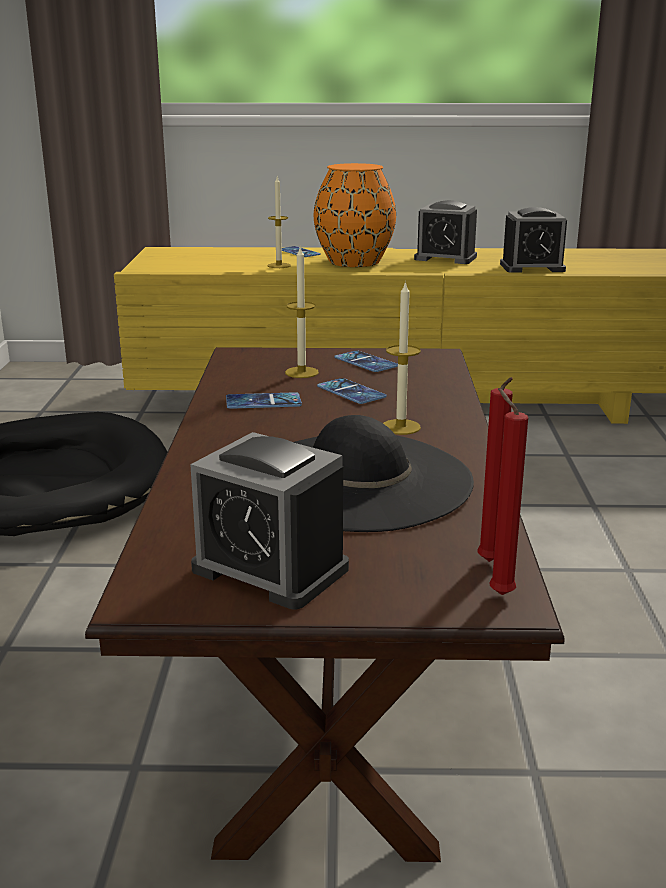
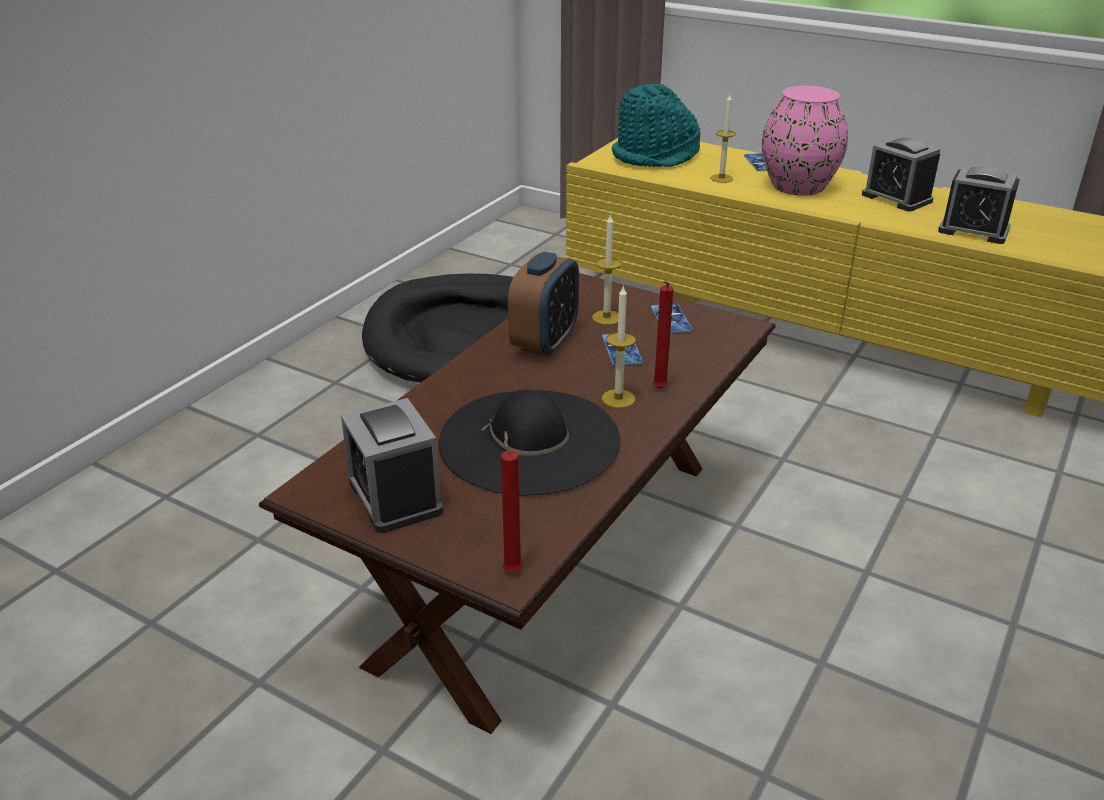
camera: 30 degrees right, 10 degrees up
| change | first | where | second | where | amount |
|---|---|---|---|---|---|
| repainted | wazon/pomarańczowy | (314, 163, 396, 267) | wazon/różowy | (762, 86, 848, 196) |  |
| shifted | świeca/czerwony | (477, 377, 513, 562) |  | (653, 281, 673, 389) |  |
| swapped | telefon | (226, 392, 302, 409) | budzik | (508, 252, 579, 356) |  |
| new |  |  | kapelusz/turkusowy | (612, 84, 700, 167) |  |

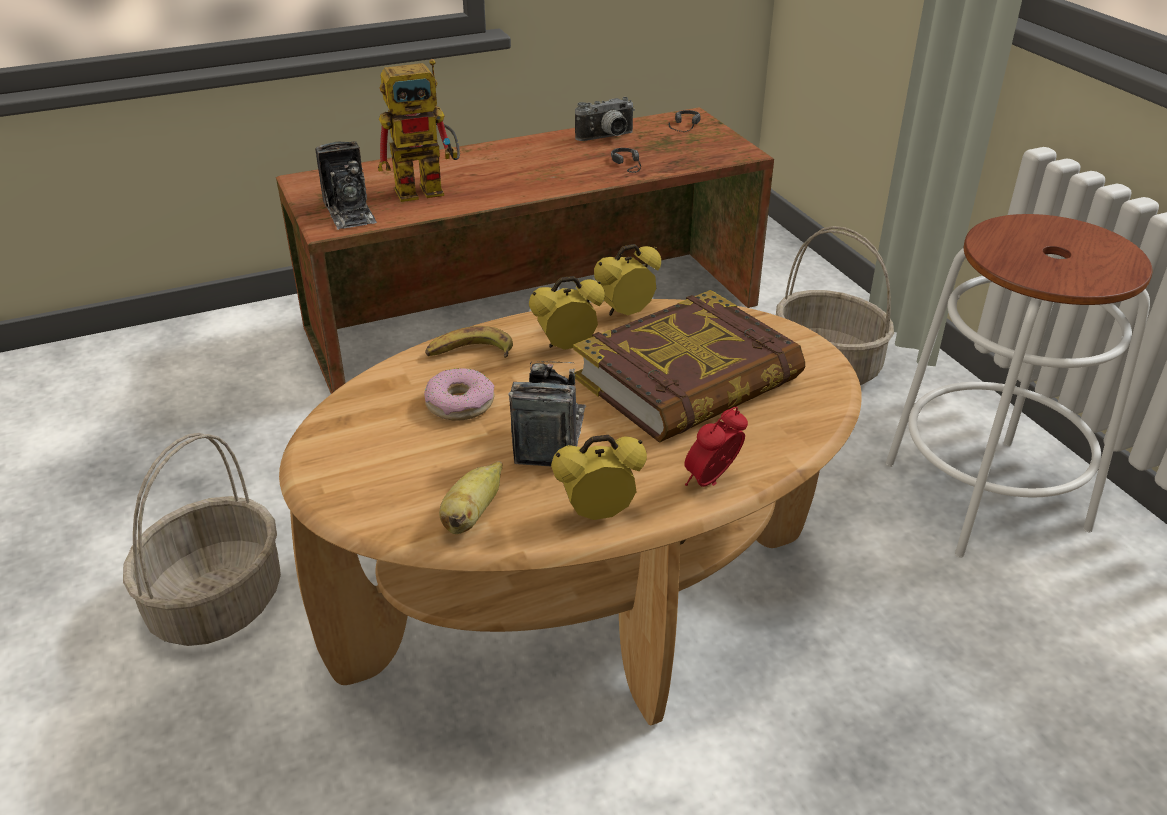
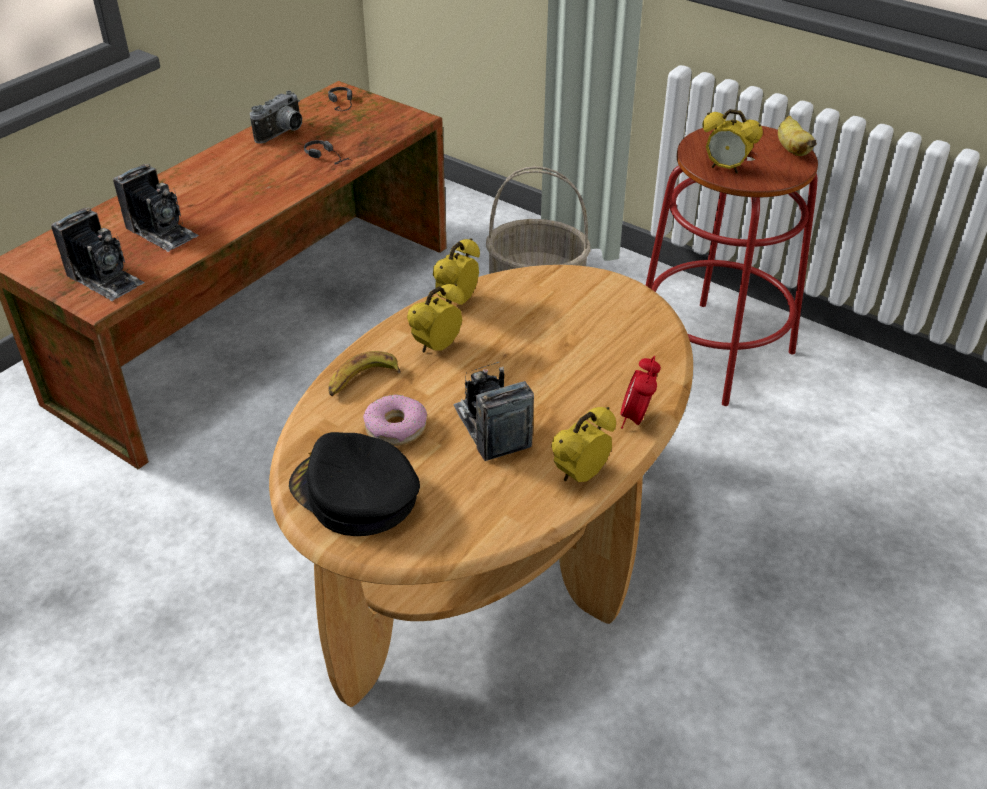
camera: 30 degrees left, 5 degrees up
| change | first | where | second | where | amount |
|---|---|---|---|---|---|
| swapped | robot zabawkowy | (378, 59, 460, 202) | aparat fotograficzny | (113, 164, 199, 252) |  |
| repainted | stołek/biały | (886, 214, 1152, 558) | stołek/czerwony | (646, 126, 818, 406) |  |
| gone | książka | (573, 290, 805, 443) |  |  |  |
| gone | koszyk | (123, 433, 281, 646) |  |  |  |
| shifted | banan | (439, 461, 503, 534) |  | (778, 116, 817, 156) |  |
| new |  |  | budzik | (702, 109, 763, 174) |  |
| new |  |  | czapka z daszkiem/czarny | (289, 432, 420, 536) |  |

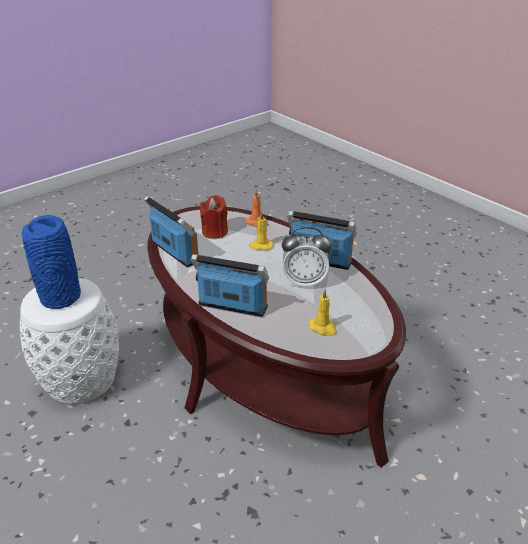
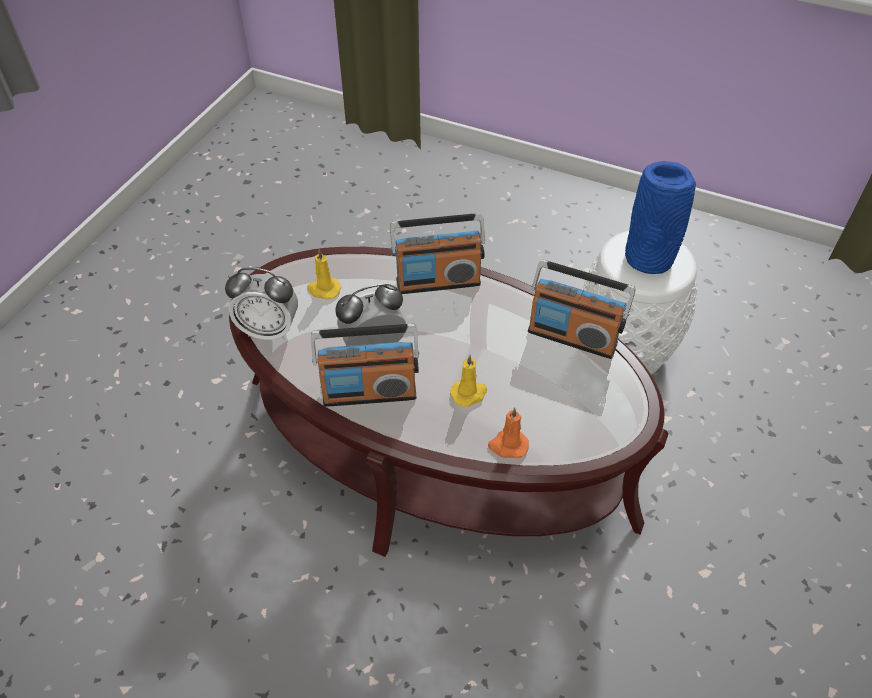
camera: 155 degrees right, 15 degrees up
| change | first | where | second | where | amount |
|---|---|---|---|---|---|
| gone | świeca/czerwony | (200, 195, 228, 239) |  |  |  |
| new |  |  | budzik | (225, 268, 298, 340) |  |

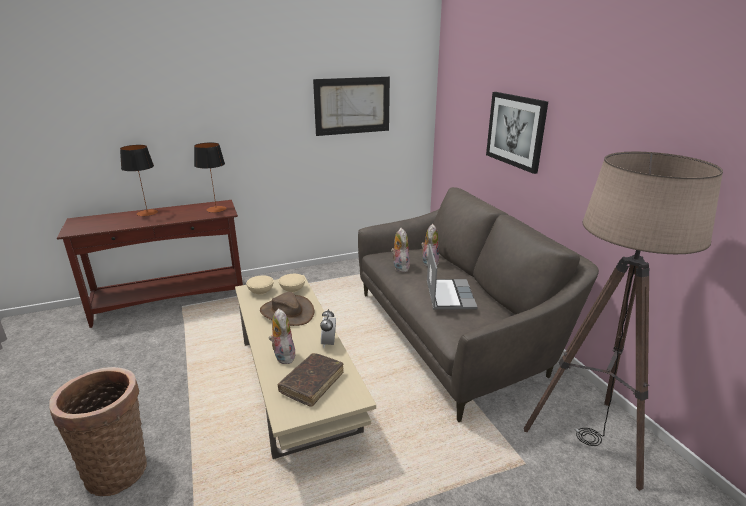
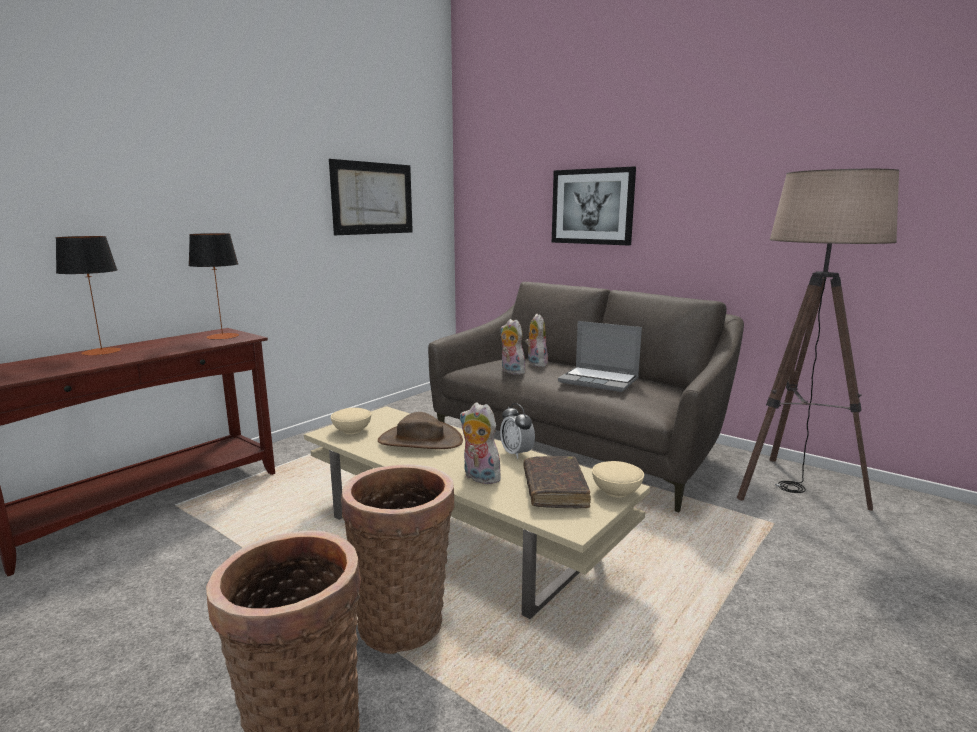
camera: 30 degrees left, 10 degrees down
| change | first | where | second | where | amount |
|---|---|---|---|---|---|
| rotated | laptop | (427, 244, 477, 310) |  | (558, 321, 642, 392) | 150 degrees clockwise |
| shifted | miska/beżowy | (279, 274, 305, 293) |  | (592, 461, 644, 498) |  |
| new |  |  | koszyk | (341, 464, 454, 654) |  |

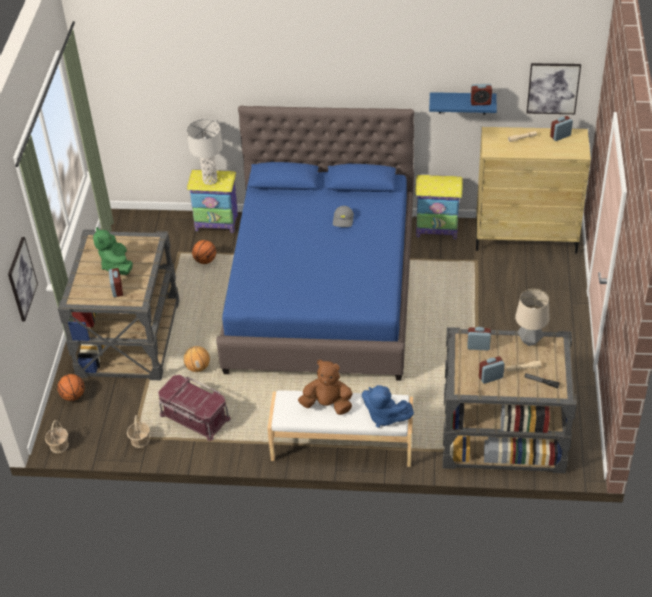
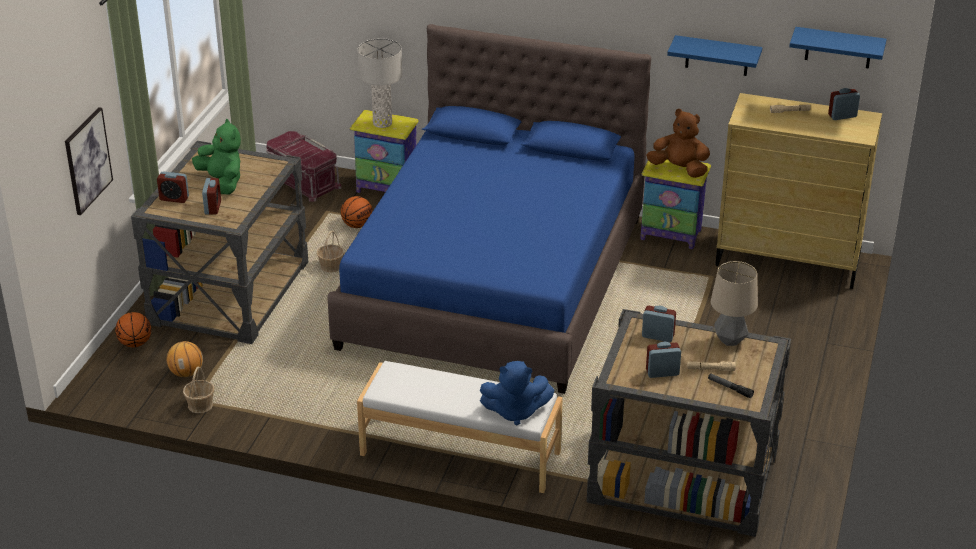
camera: 10 degrees right, 10 degrees down
| change | first | where | second | where | amount |
|---|---|---|---|---|---|
| swapped | obraz | (527, 63, 581, 114) | półka/niebieski | (789, 27, 887, 69) |  |
| shifted | budzik | (471, 84, 492, 105) |  | (157, 172, 189, 203) |  |
| gone | czapka z daszkiem/szary | (333, 206, 354, 227) |  |  |  |
| rotated | pluszak/zielony | (93, 227, 133, 275) |  | (192, 119, 241, 195) | 150 degrees clockwise |
| shifted | piłka do koszykówki | (184, 346, 210, 372) |  | (167, 341, 203, 377) |  |
| shifted | pluszak/brązowy | (298, 360, 353, 415) |  | (646, 109, 710, 178) |  |
| shifted | pojemnik do przechowywania/czerwony | (158, 375, 231, 441) |  | (266, 131, 342, 202) |  |
| rotated | pluszak/niebieski | (362, 385, 414, 428) |  | (480, 361, 554, 425) | 45 degrees counterclockwise |
| shifted | koszyk | (45, 420, 69, 453) |  | (316, 231, 344, 273) |  |

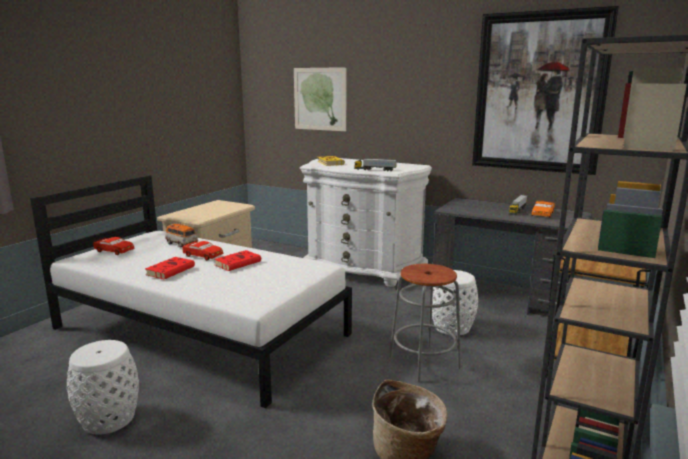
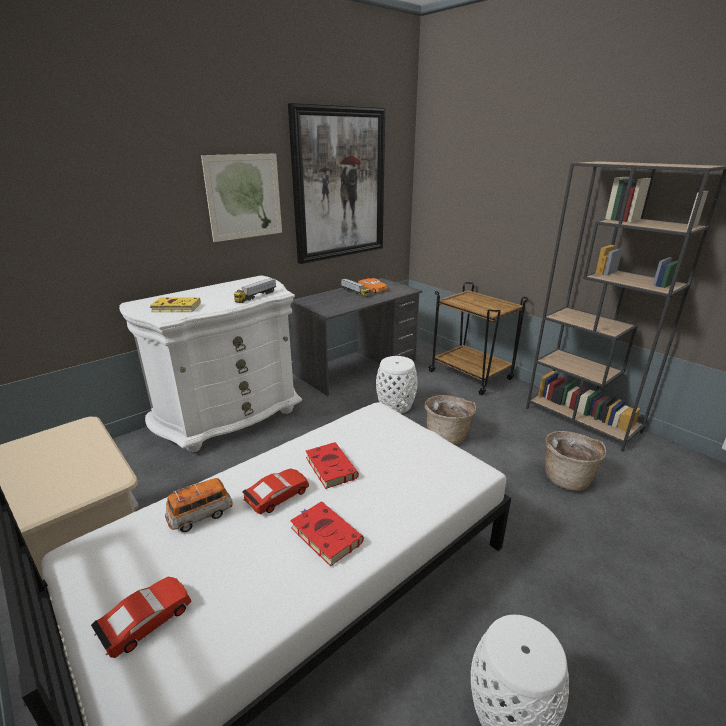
camera: 70 degrees left, 10 degrees up
| change | first | where | second | where | amount |
|---|---|---|---|---|---|
| shifted | obraz | (294, 67, 346, 131) |  | (201, 153, 282, 242) |  |
| swapped | stołek/szary | (389, 264, 461, 382) | koszyk | (425, 395, 476, 445) |  |

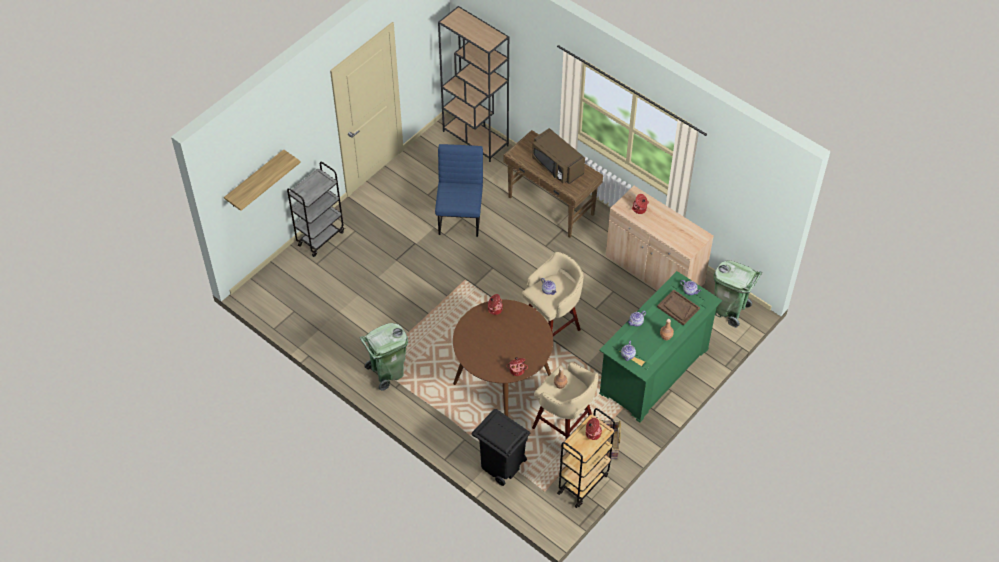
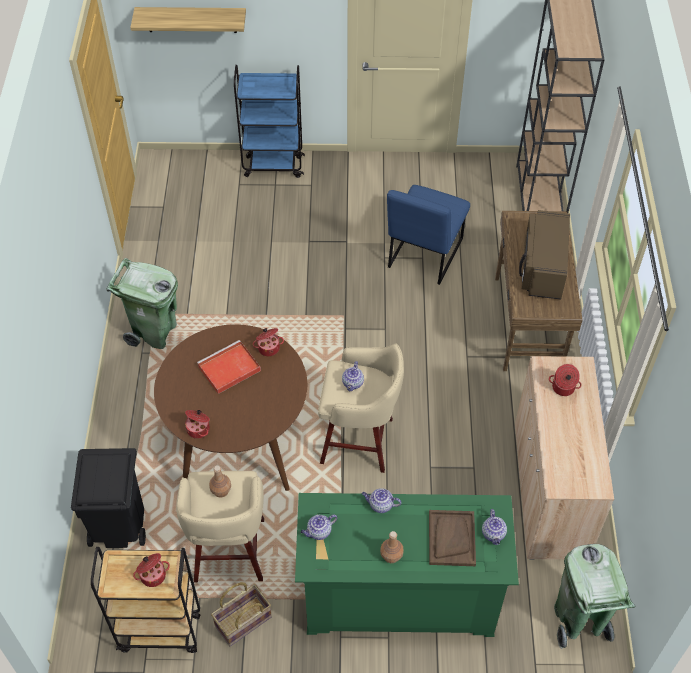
camera: 50 degrees right, 0 degrees up
| change | first | where | second | where | amount |
|---|---|---|---|---|---|
| rotated | krzesło/niebieski | (435, 144, 483, 237) |  | (387, 185, 470, 285) | 150 degrees clockwise |
| repainted | wózek/szary | (287, 162, 345, 257) | wózek/niebieski | (234, 65, 305, 178) |  |
| new |  |  | taca/czerwony | (197, 340, 261, 394) |  |

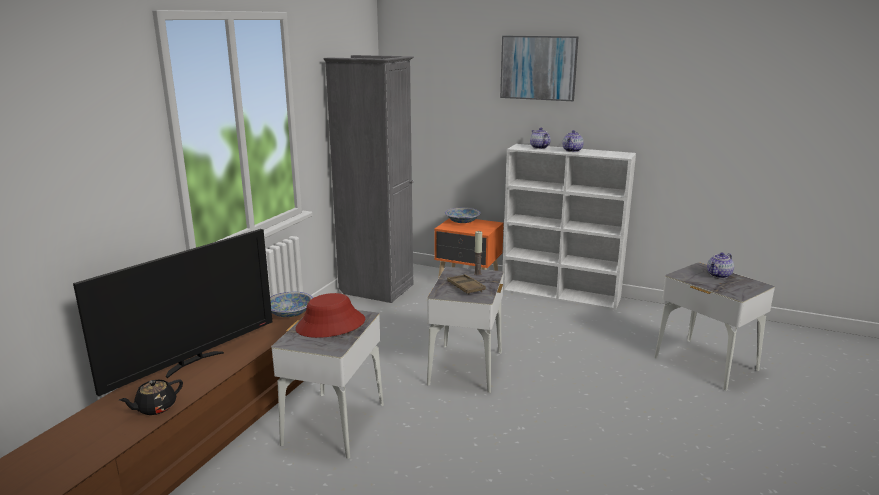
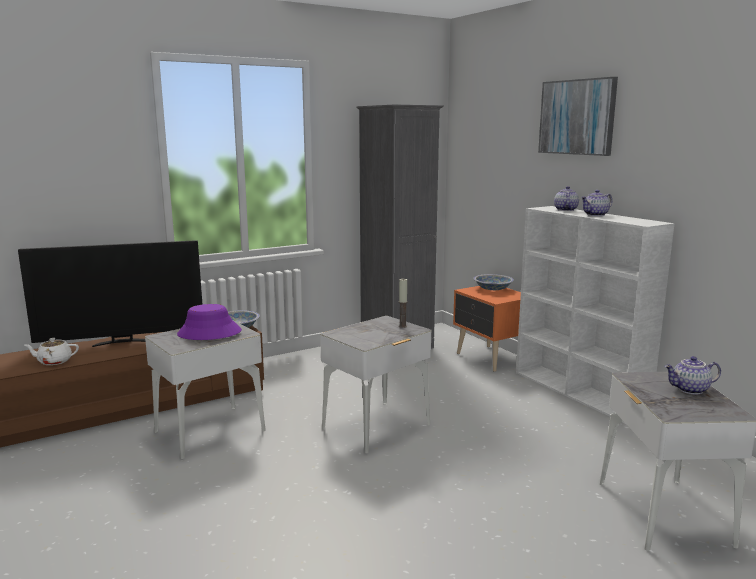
camera: 35 degrees right, 5 degrees down
| change | first | where | second | where | amount |
|---|---|---|---|---|---|
| gone | taca/brązowy | (447, 274, 486, 294) |  |  |  |
| repainted | kapelusz/czerwony | (295, 293, 365, 338) | kapelusz/fioletowy | (177, 304, 242, 340) |  |
| repainted | imbryk/czarny | (119, 380, 183, 415) | imbryk/biały | (24, 338, 79, 365) |  |

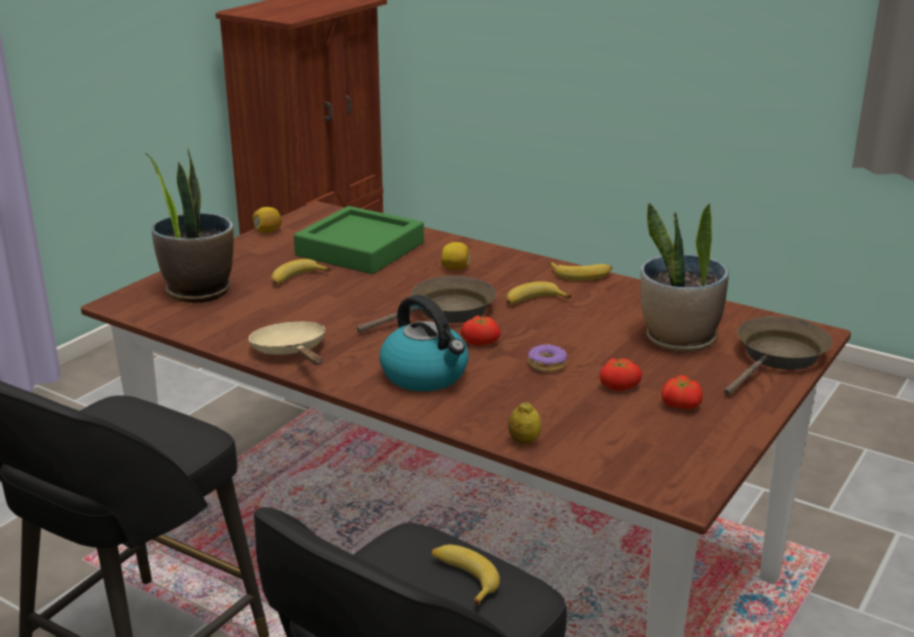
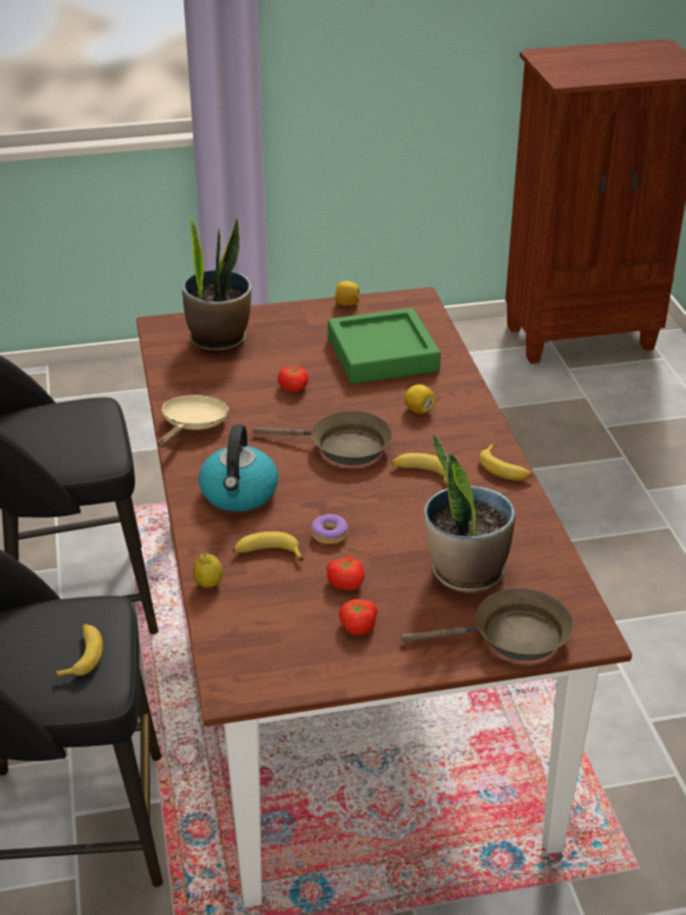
camera: 45 degrees right, 10 degrees up
| change | first | where | second | where | amount |
|---|---|---|---|---|---|
| shifted | banan | (271, 259, 331, 284) |  | (233, 531, 304, 561) |  |
| shifted | pomidor | (461, 315, 501, 346) |  | (277, 366, 308, 392) |  |

